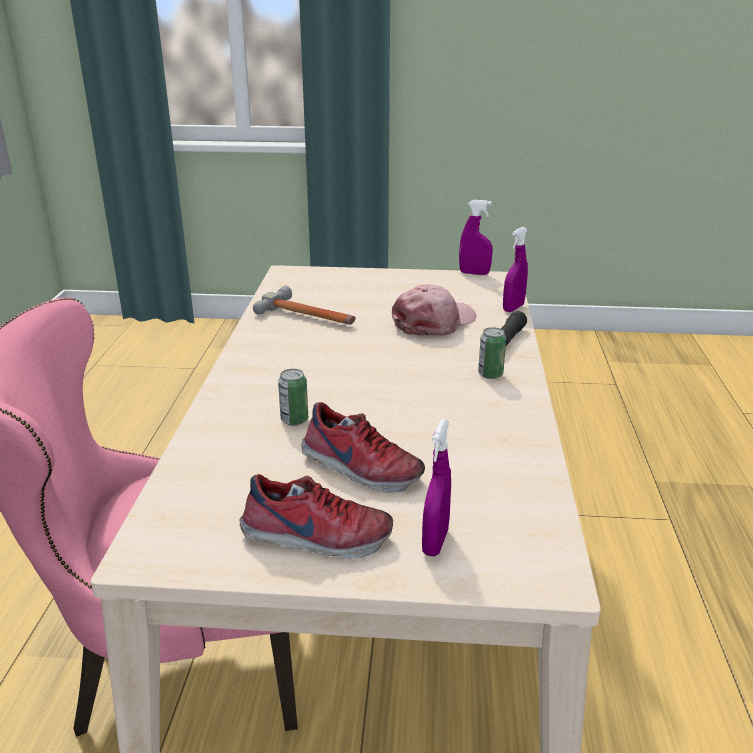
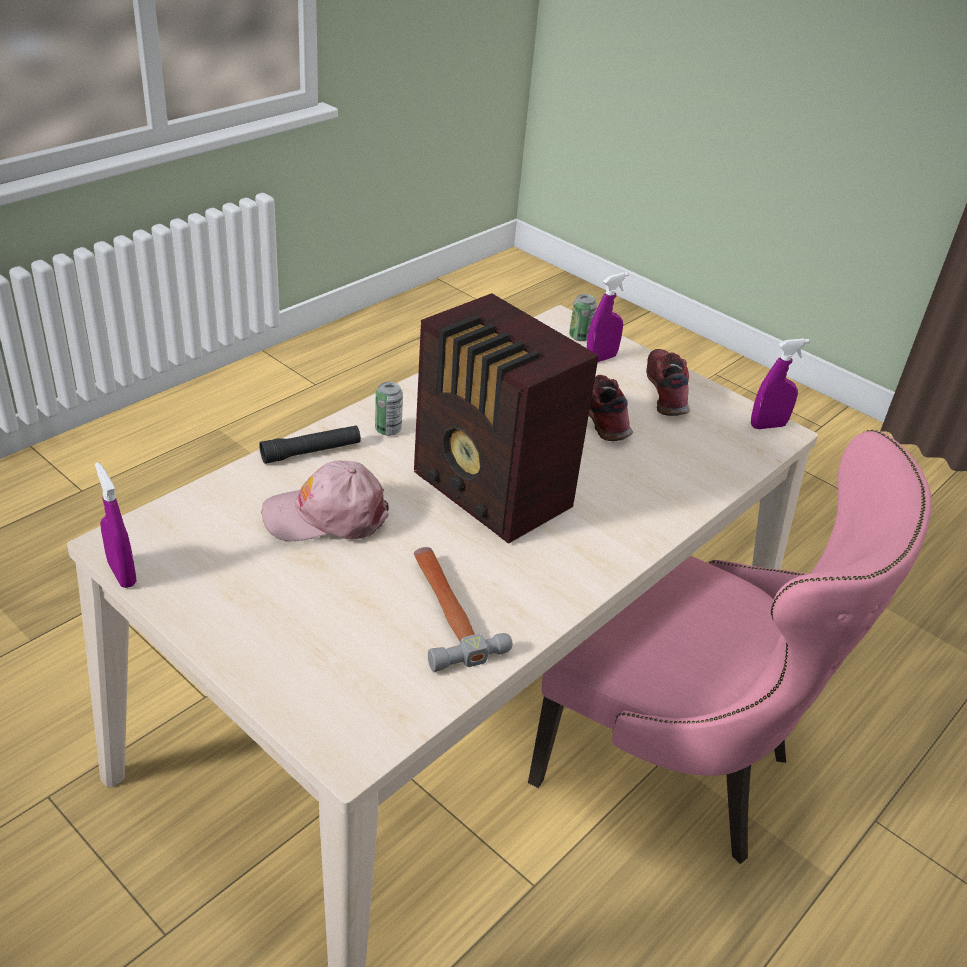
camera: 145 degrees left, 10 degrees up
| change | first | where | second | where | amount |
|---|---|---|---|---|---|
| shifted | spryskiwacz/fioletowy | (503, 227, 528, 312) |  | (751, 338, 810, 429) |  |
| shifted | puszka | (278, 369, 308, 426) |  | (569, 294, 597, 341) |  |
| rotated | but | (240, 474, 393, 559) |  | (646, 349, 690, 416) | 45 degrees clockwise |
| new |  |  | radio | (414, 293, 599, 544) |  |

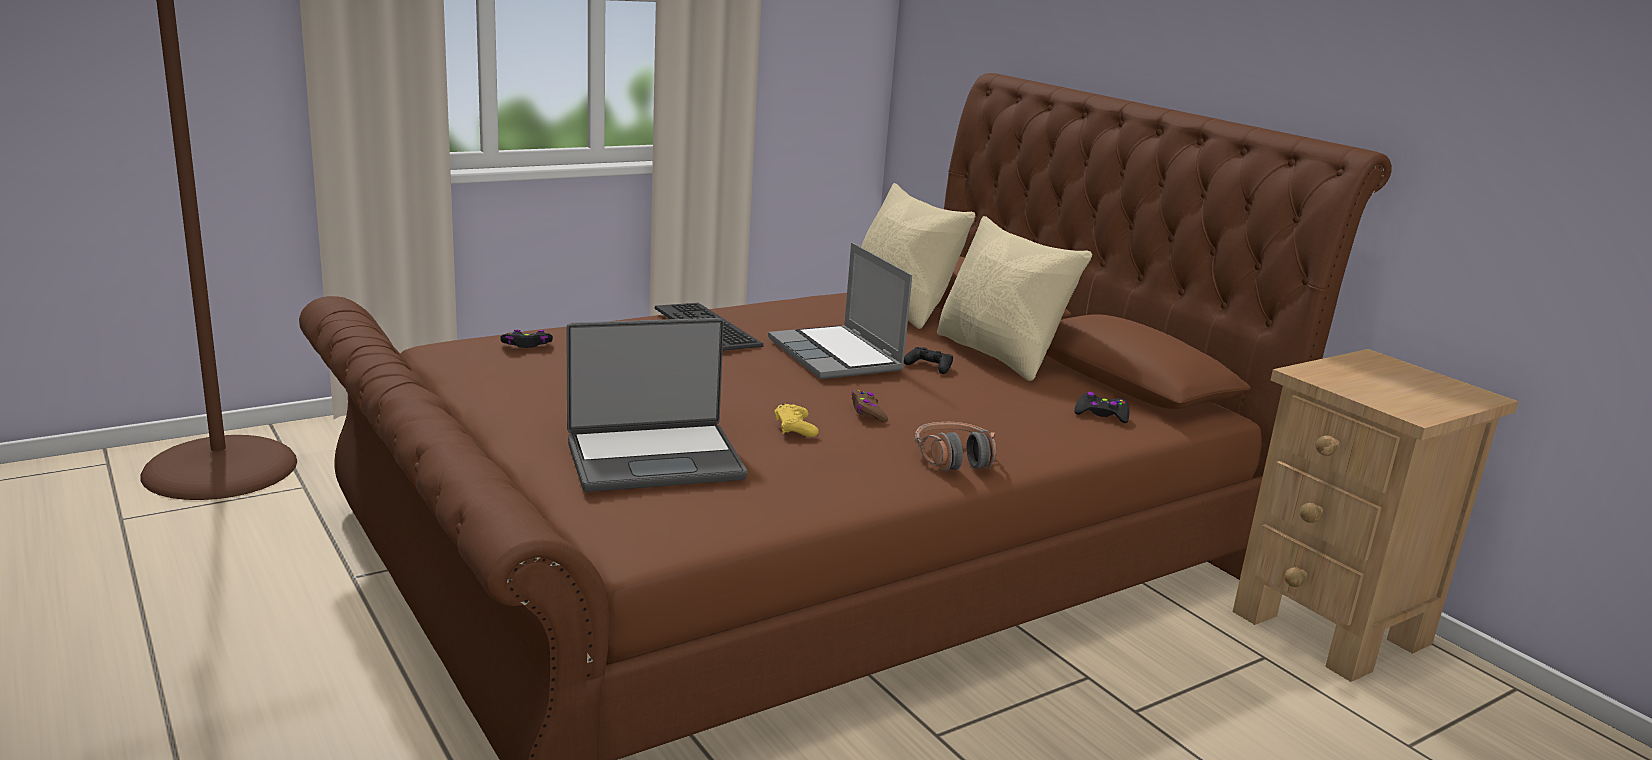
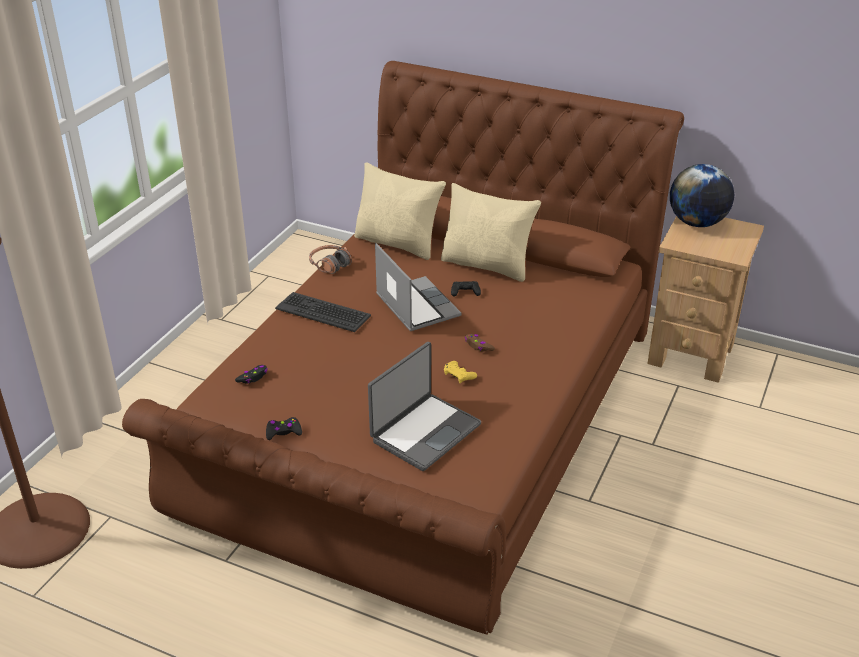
camera: 30 degrees left, 15 degrees up
| change | first | where | second | where | amount |
|---|---|---|---|---|---|
| rotated | laptop | (768, 243, 912, 379) |  | (375, 243, 462, 331) | 150 degrees counterclockwise |
| shifted | pad do gier/czarny | (1074, 392, 1130, 423) |  | (266, 417, 302, 440) |  |
| shifted | słuchawki | (914, 422, 996, 471) |  | (309, 245, 352, 274) |  |
| new |  |  | globus | (670, 164, 734, 227) |  |

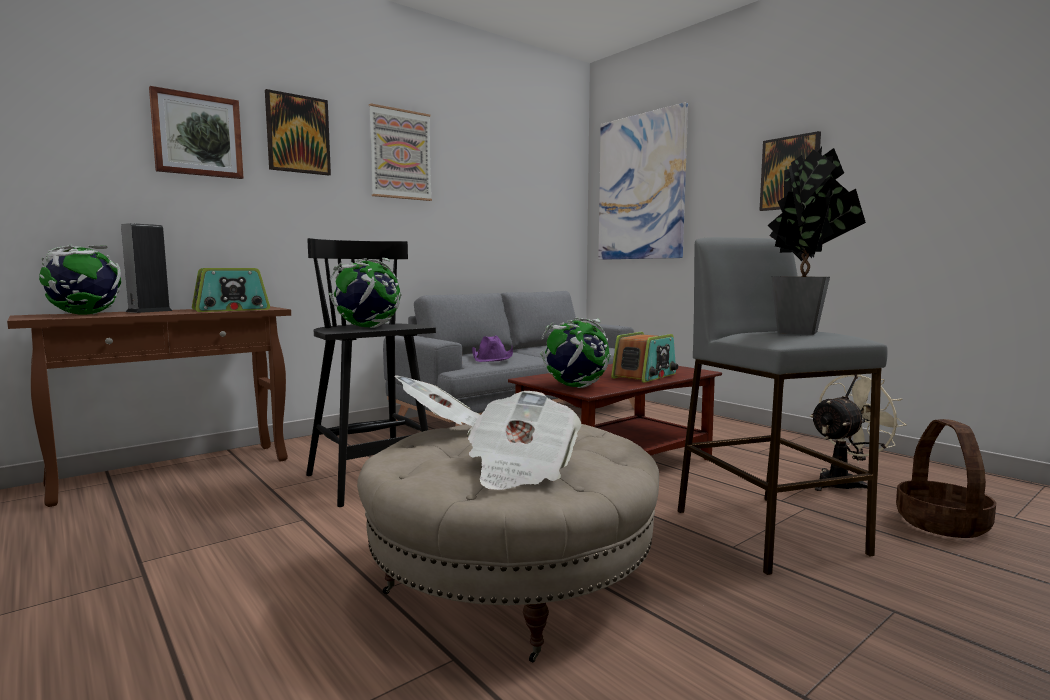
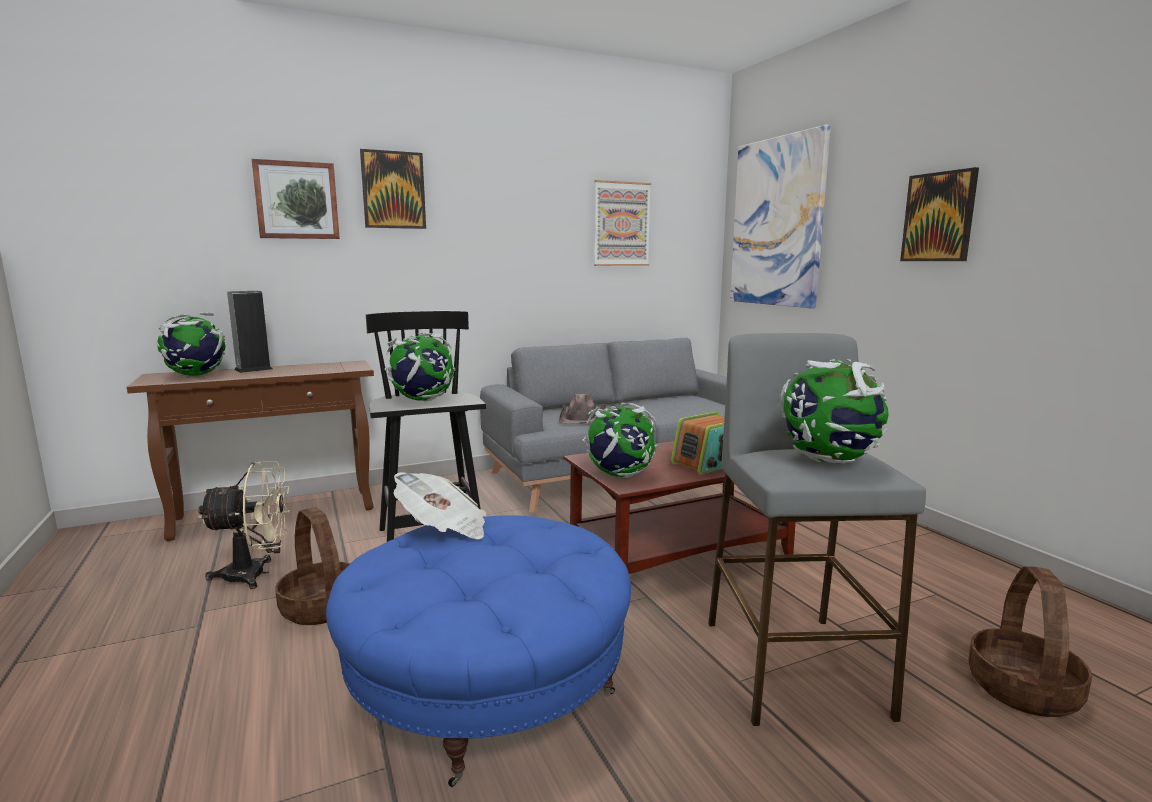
camera: 15 degrees right, 5 degrees up
| change | first | where | second | where | amount |
|---|---|---|---|---|---|
| shifted | obraz | (369, 103, 432, 201) |  | (594, 180, 651, 266) |  |
| swapped | roślina doniczkowa | (767, 147, 866, 335) | globus | (778, 359, 889, 463) |  |
| gone | radio | (192, 268, 270, 312) |  |  |  |
| repainted | kapelusz/fioletowy | (472, 336, 513, 362) | kapelusz/brązowy | (559, 394, 606, 424) |  |
| shifted | wentylator/beżowy | (809, 374, 907, 491) |  | (198, 461, 290, 589) |  |
| gone | gazeta | (467, 391, 582, 490) |  |  |  |
| repainted | pufa/beżowy | (357, 424, 659, 662) | pufa/niebieski | (326, 515, 631, 787) |  |
| new |  |  | koszyk | (275, 507, 350, 625) |  |

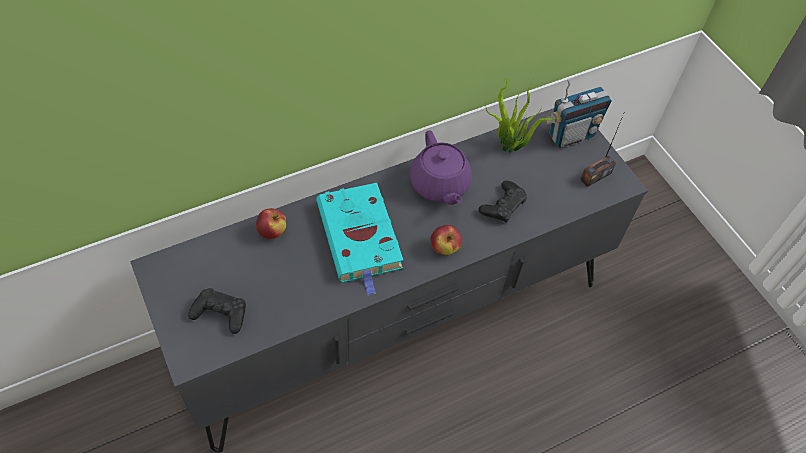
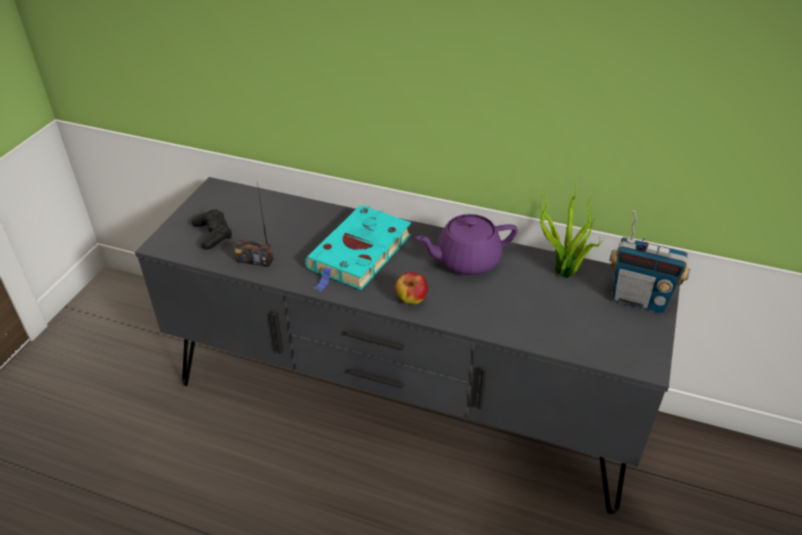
camera: 50 degrees right, 15 degrees down
| change | first | where | second | where | amount |
|---|---|---|---|---|---|
| shifted | radio | (580, 111, 625, 187) |  | (233, 182, 273, 267) |  |
| rotated | imbryk/fioletowy | (410, 131, 472, 205) |  | (415, 214, 518, 275) | 45 degrees clockwise |
| gone | pad do gier/czarny | (479, 181, 527, 223) |  |  |  |
| gone | jabłko | (256, 208, 286, 239) |  |  |  |

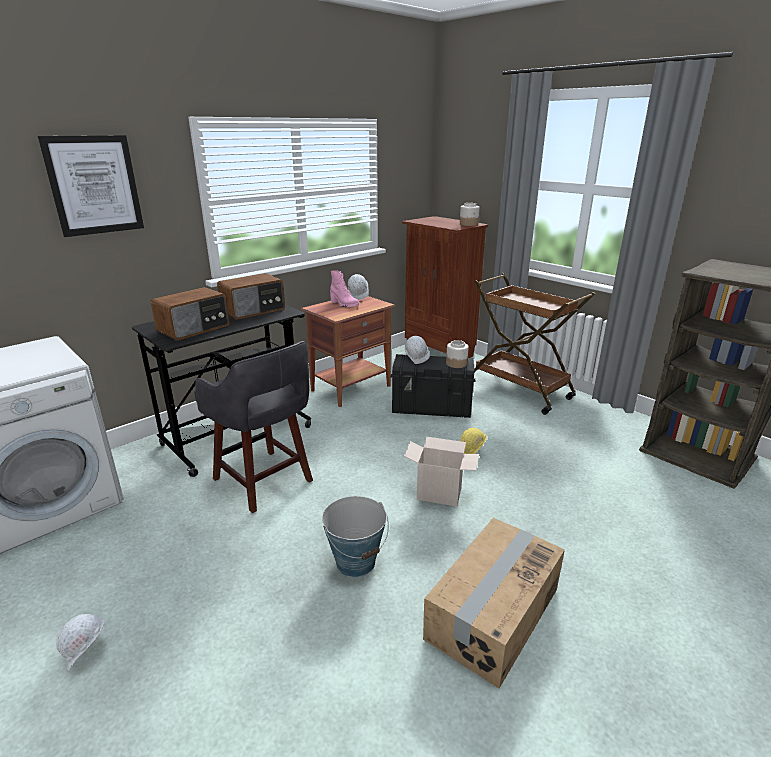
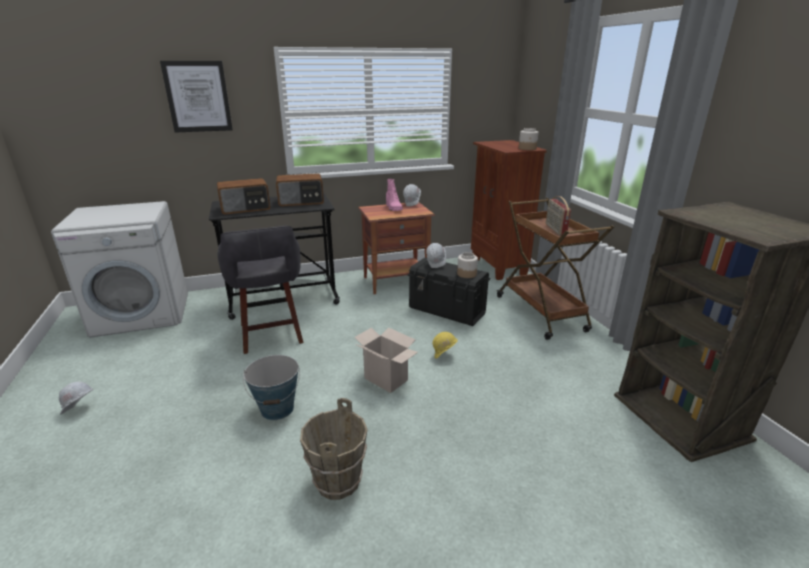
camera: 25 degrees right, 0 degrees up
| change | first | where | second | where | amount |
|---|---|---|---|---|---|
| swapped | karton | (423, 518, 565, 689) | wiadro/brązowy | (300, 398, 367, 500) |  |
| new |  |  | radio | (546, 196, 571, 236) |  |

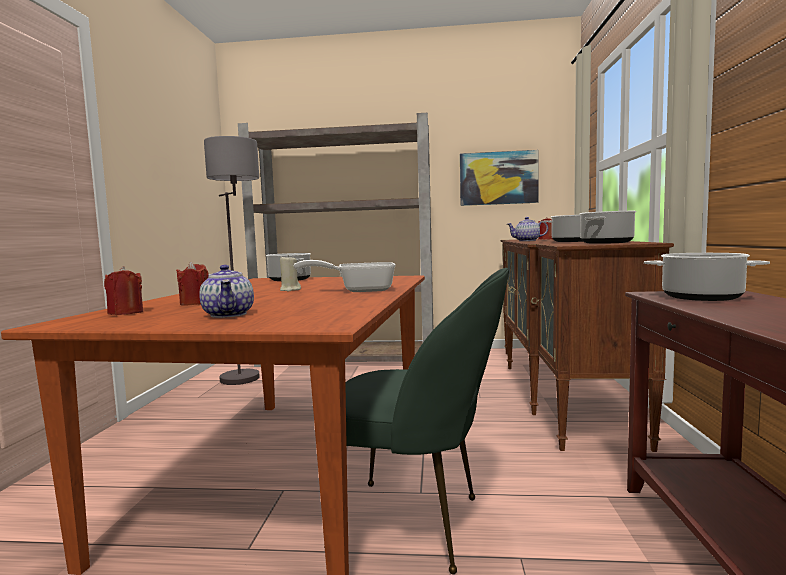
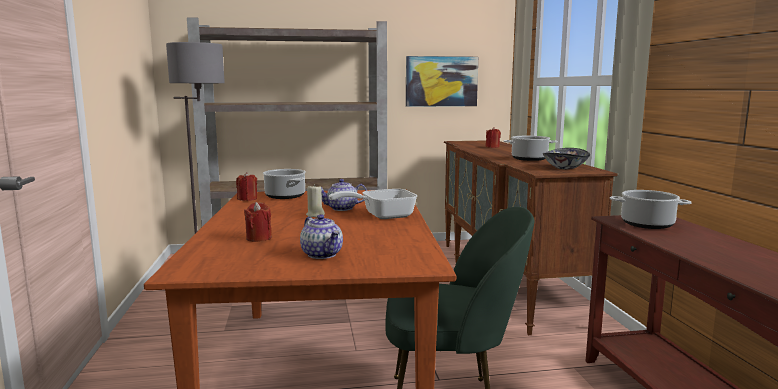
camera: 15 degrees left, 5 degrees up
| change | first | where | second | where | amount |
|---|---|---|---|---|---|
| swapped | garnek | (579, 211, 636, 244) | miska | (543, 148, 590, 170) |  |
| shifted | imbryk | (507, 217, 548, 241) |  | (321, 179, 367, 211) |  |
| shifted | świeca/czerwony | (104, 266, 143, 315) |  | (236, 172, 257, 201) |  |

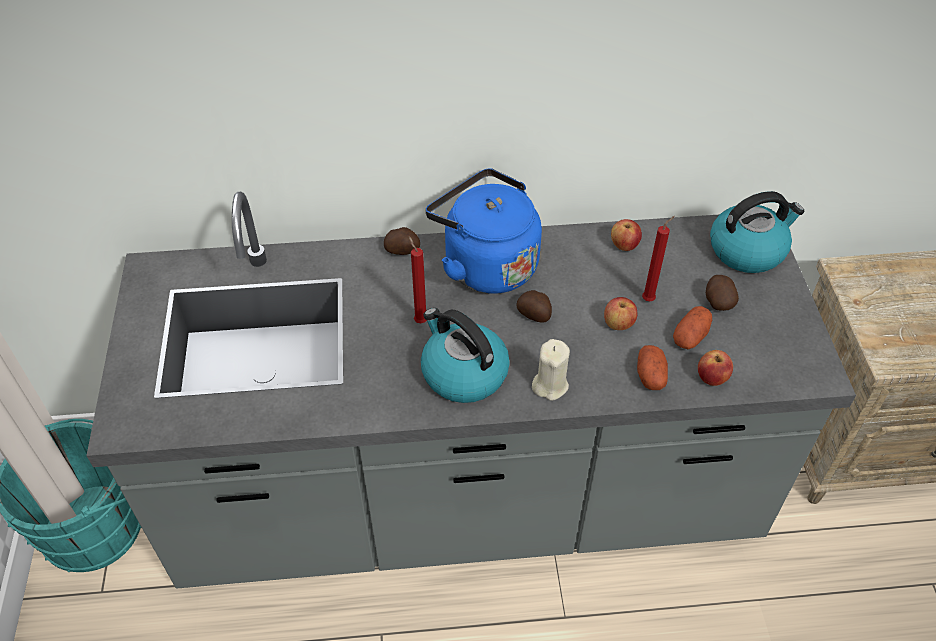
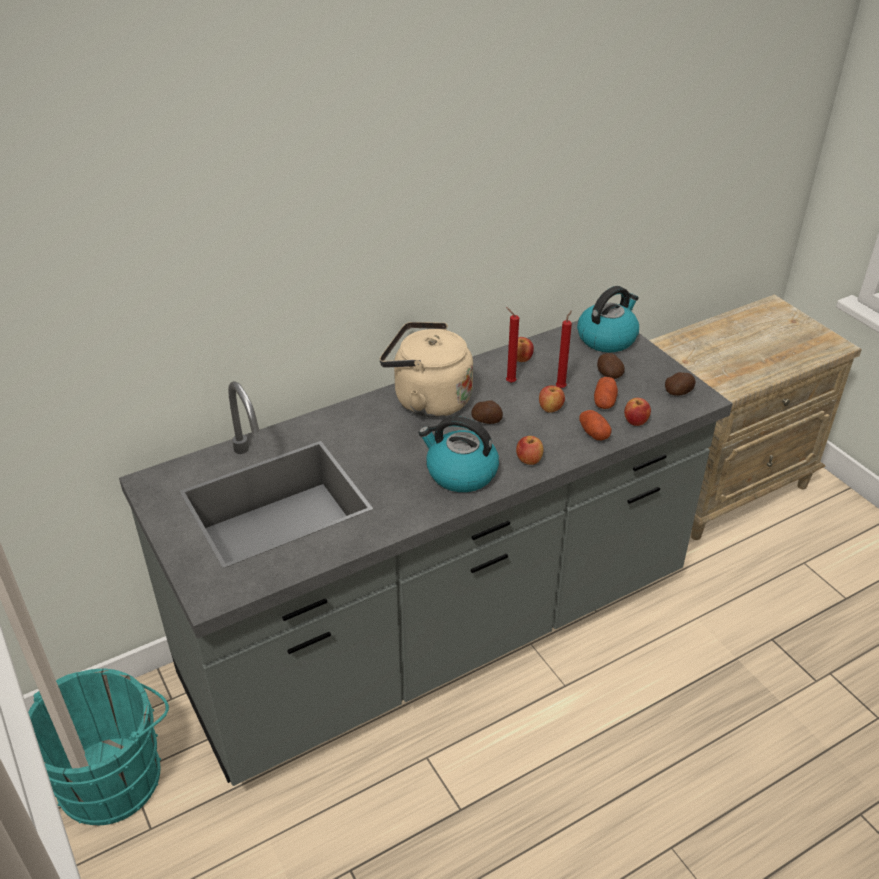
camera: 25 degrees left, 10 degrees down
| change | first | where | second | where | amount |
|---|---|---|---|---|---|
| repainted | czajnik/niebieski | (426, 168, 542, 294) | czajnik/beżowy | (380, 322, 473, 417) |  |
| shifted | ziemniak | (384, 227, 420, 255) |  | (665, 372, 696, 396) |  |
| shifted | świeca/czerwony | (409, 236, 427, 323) |  | (506, 307, 519, 383) |  |
| swapped | świeca/beżowy | (532, 339, 570, 401) | jabłko | (516, 436, 544, 465) |  |

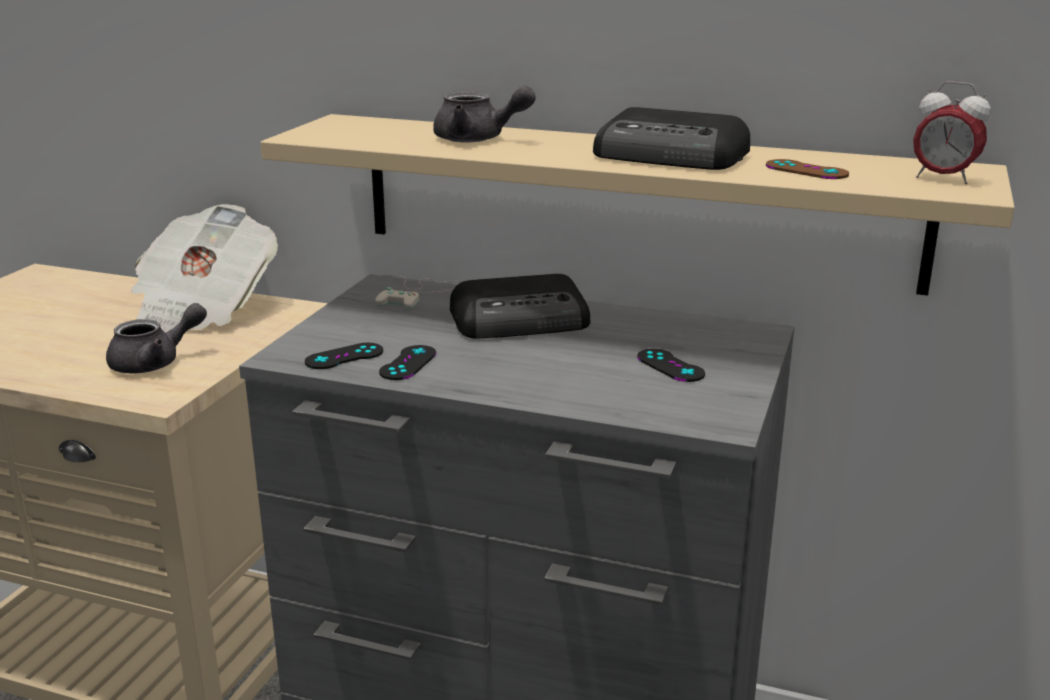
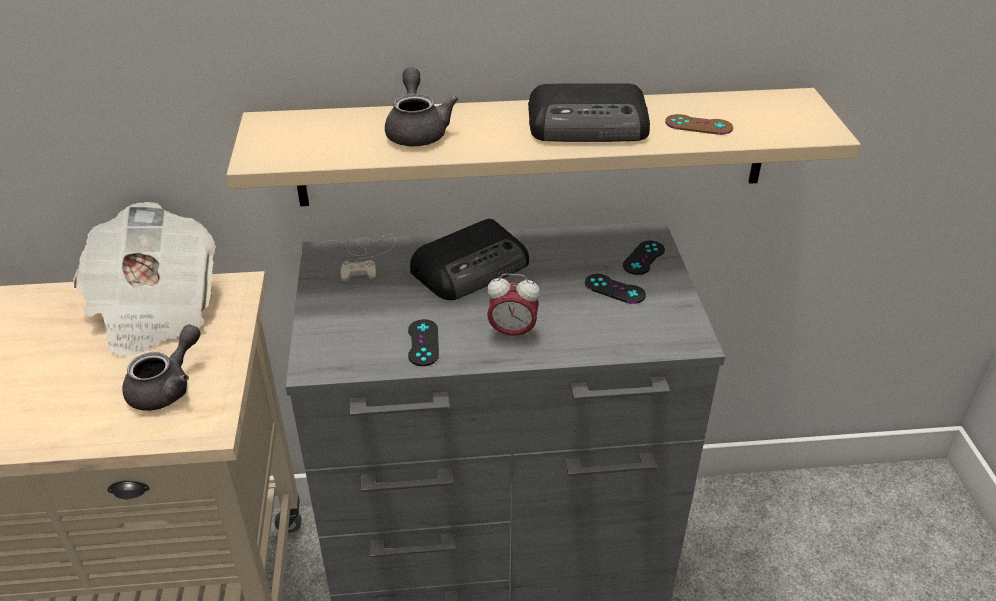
camera: 25 degrees left, 15 degrees up
| change | first | where | second | where | amount |
|---|---|---|---|---|---|
| shifted | budzik | (913, 81, 990, 184) |  | (487, 273, 540, 340) |  |
| rotated | imbryk/szary | (433, 86, 536, 142) |  | (385, 67, 458, 146) | 90 degrees counterclockwise |
| shifted | pad do gier/czarny | (305, 343, 383, 369) |  | (623, 241, 665, 275) |  |

